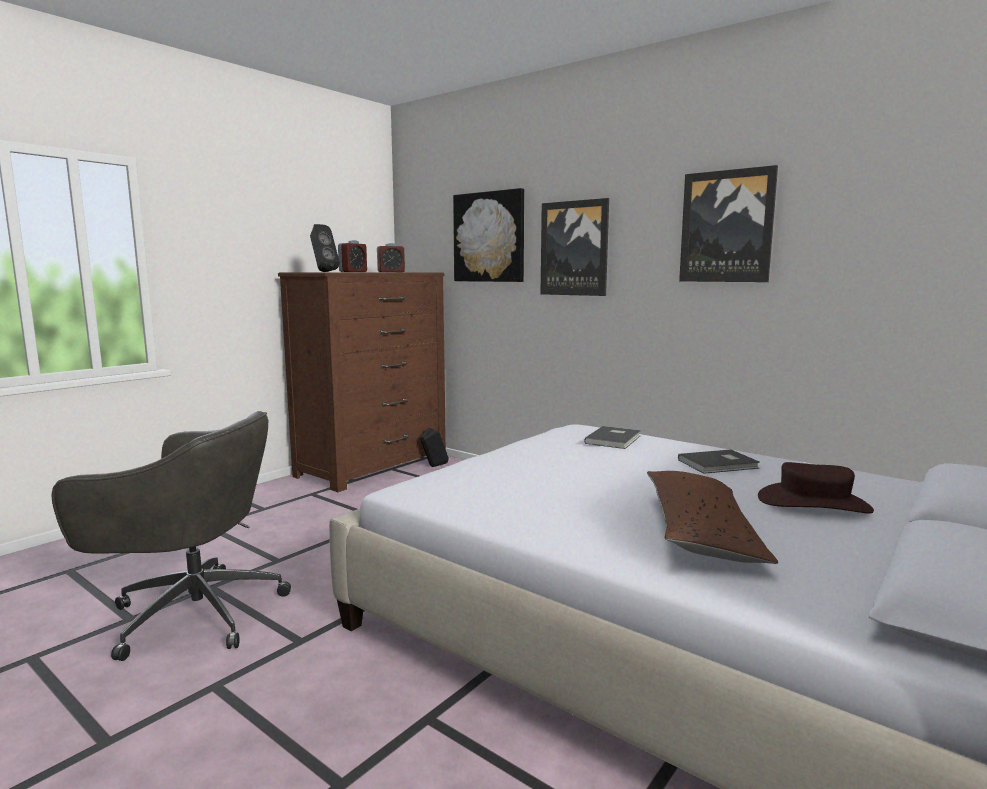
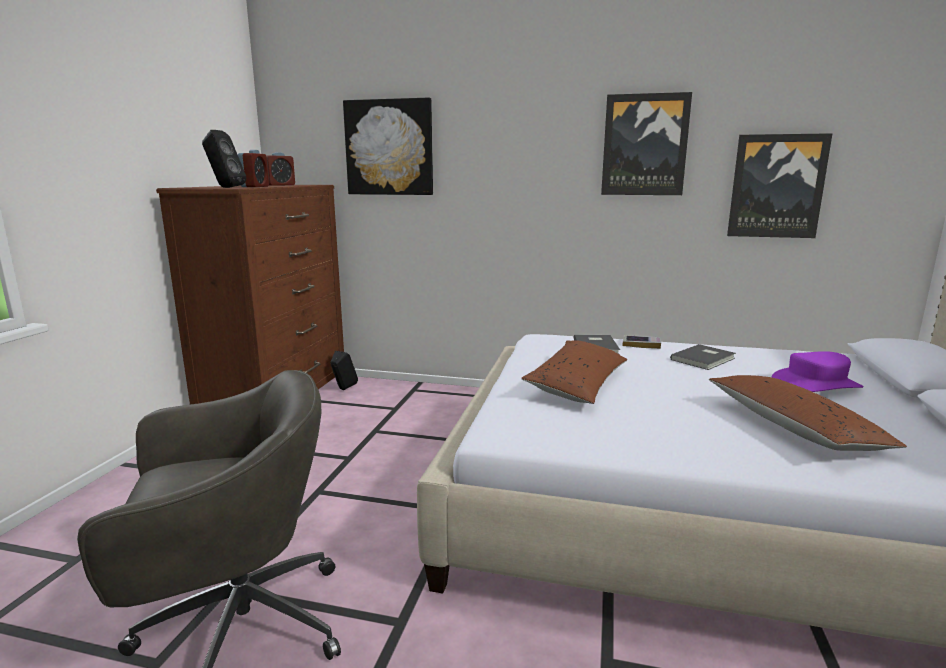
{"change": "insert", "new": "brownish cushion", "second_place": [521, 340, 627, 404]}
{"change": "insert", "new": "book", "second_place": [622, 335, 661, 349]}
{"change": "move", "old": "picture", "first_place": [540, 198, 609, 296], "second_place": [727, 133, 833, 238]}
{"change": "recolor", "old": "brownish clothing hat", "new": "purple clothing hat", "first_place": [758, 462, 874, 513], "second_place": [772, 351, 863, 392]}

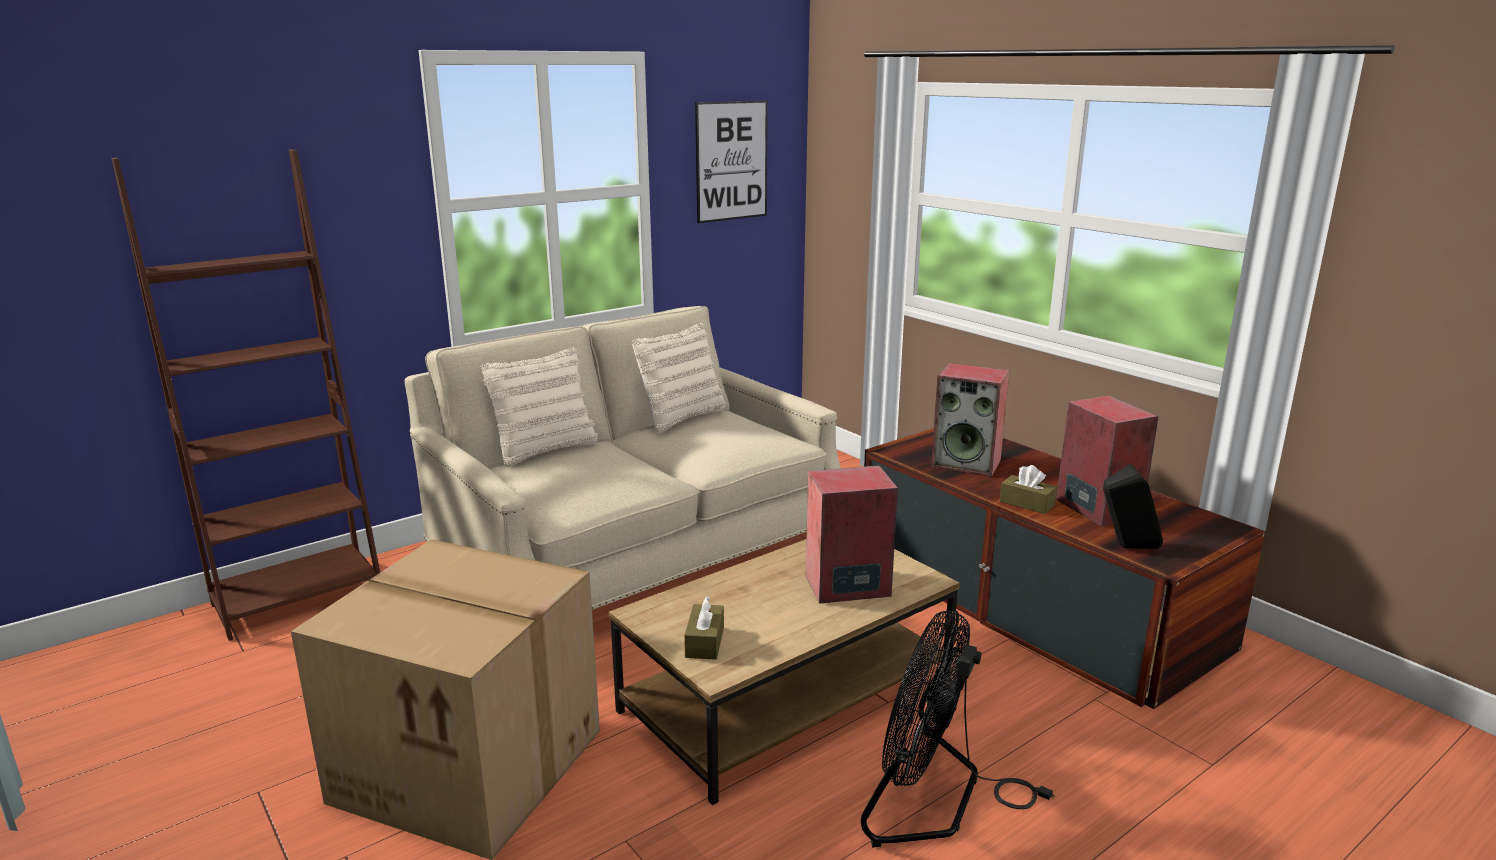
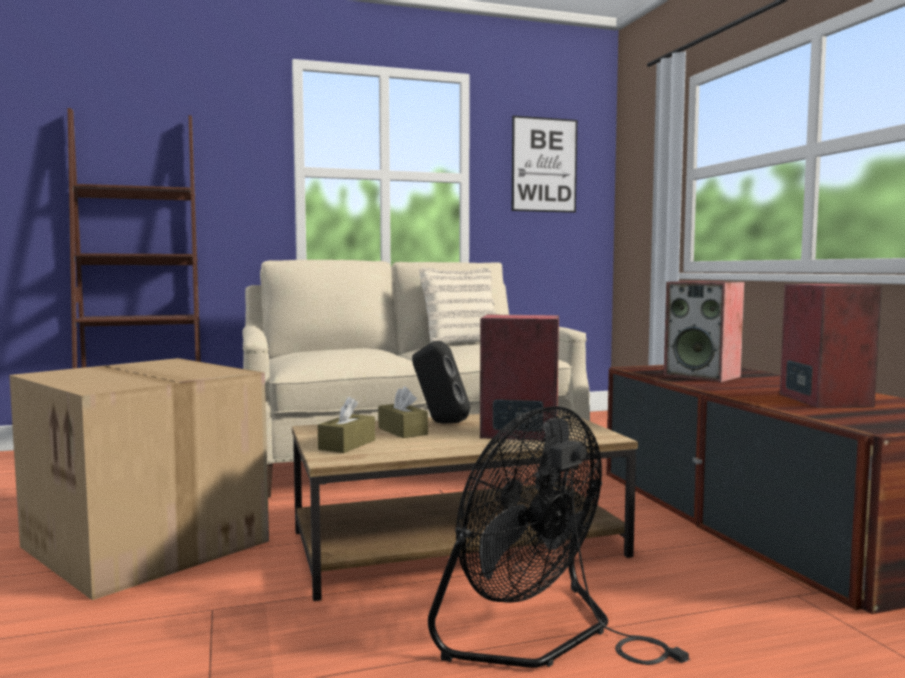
{"change": "delete", "old": "beige-coloured cushion", "first_place": [481, 347, 598, 467]}
{"change": "move", "old": "brownish tissue holder", "first_place": [1000, 465, 1057, 514], "second_place": [378, 386, 428, 438]}
{"change": "move", "old": "black loudspeaker", "first_place": [1103, 464, 1163, 549], "second_place": [412, 341, 470, 424]}

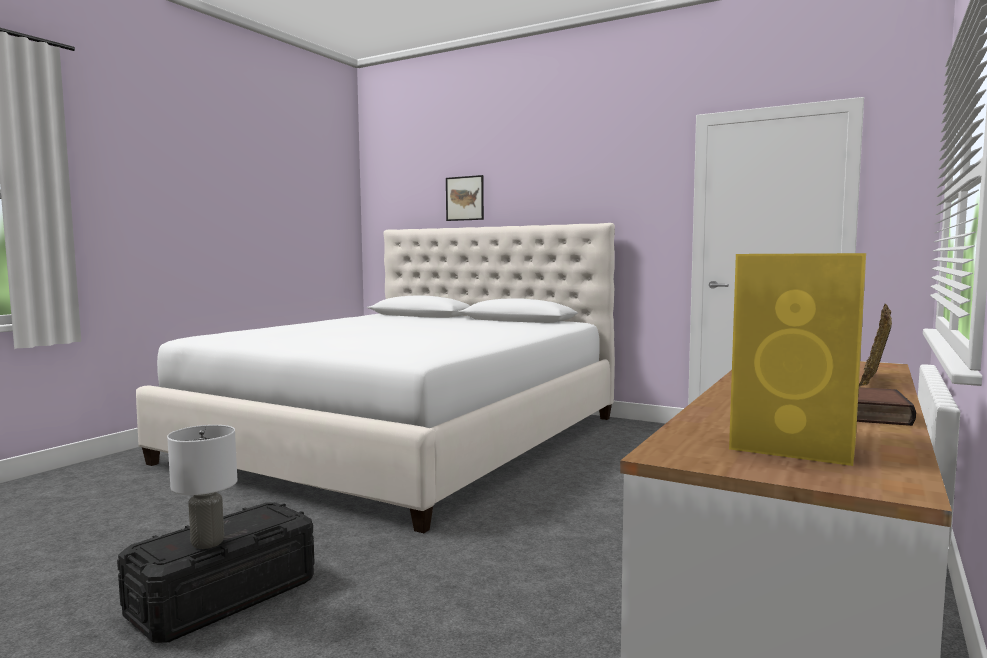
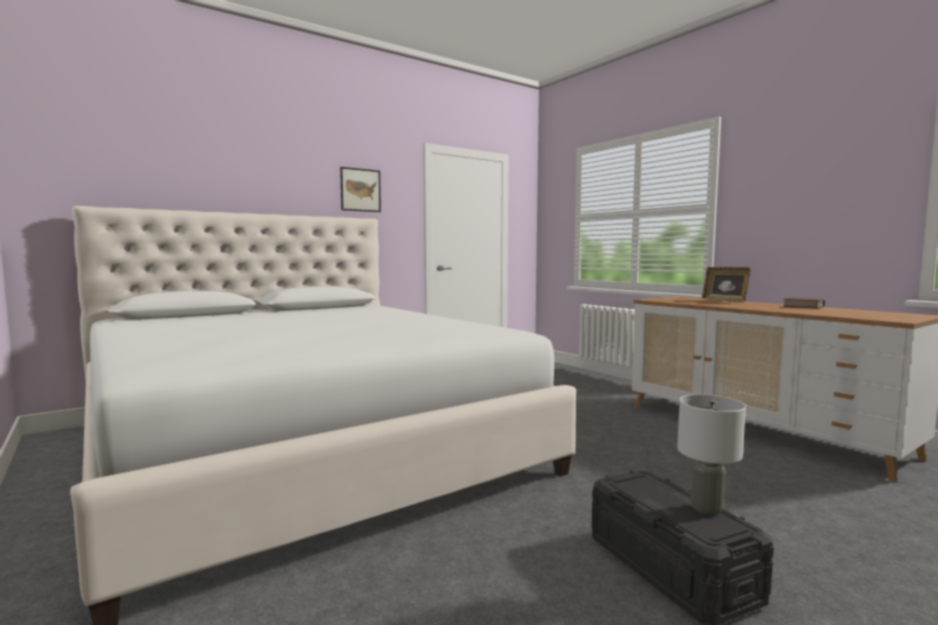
{"change": "delete", "old": "yellow loudspeaker", "first_place": [729, 253, 866, 466]}
{"change": "move", "old": "picture", "first_place": [446, 175, 484, 221], "second_place": [340, 167, 381, 212]}

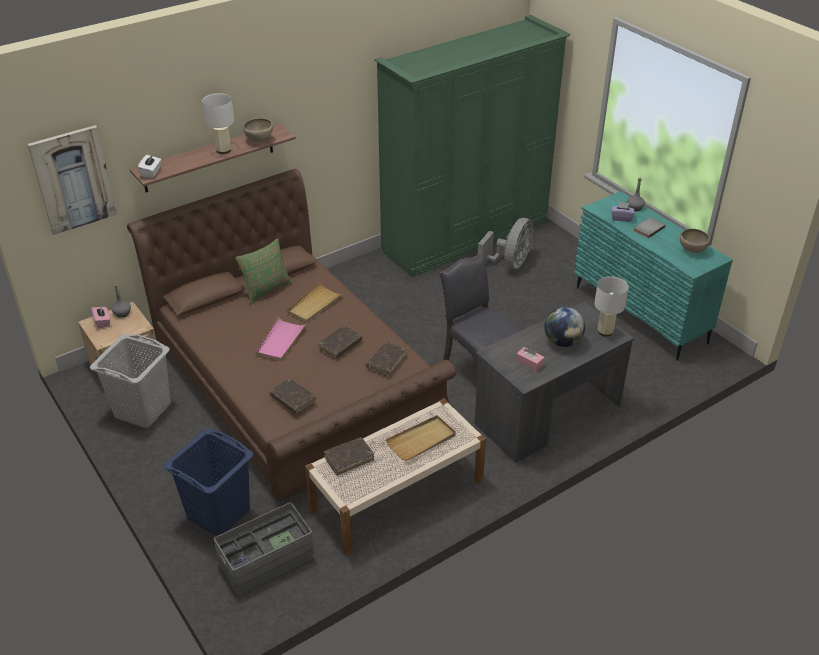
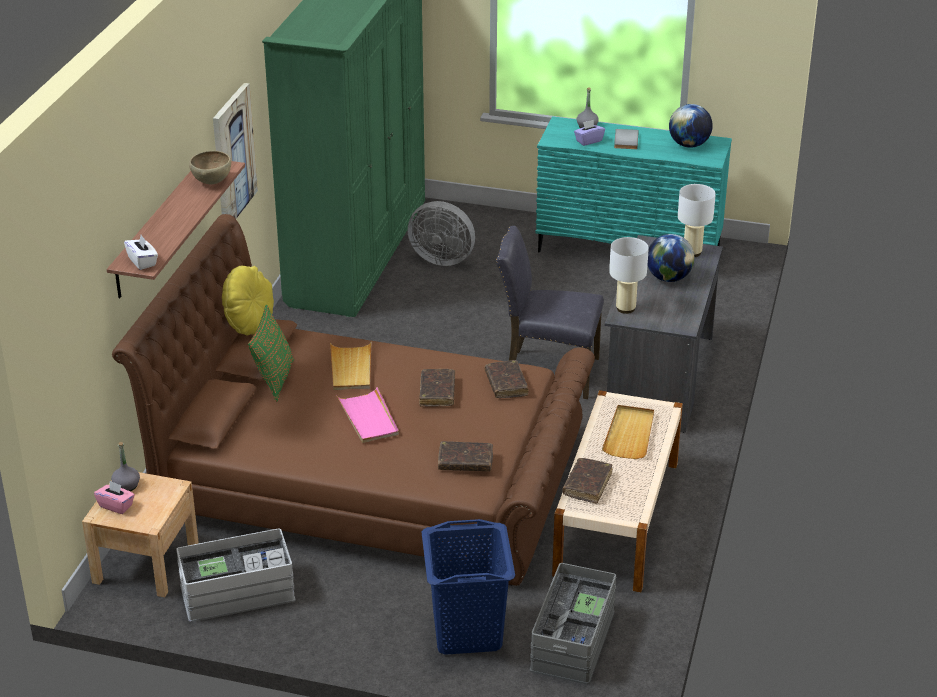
{"change": "delete", "old": "pinkish tissue holder", "first_place": [516, 347, 545, 372]}
{"change": "insert", "new": "yellow cushion", "second_place": [222, 266, 274, 336]}
{"change": "move", "old": "picture", "first_place": [28, 125, 117, 235], "second_place": [213, 83, 258, 219]}
{"change": "move", "old": "white-coloured table lamp", "first_place": [202, 93, 234, 154], "second_place": [609, 237, 648, 314]}
{"change": "replace", "old": "grey laundry basket", "new": "grey storage box", "first_place": [90, 334, 171, 428], "second_place": [176, 528, 295, 622]}
{"change": "replace", "old": "brownish serving bowl", "new": "world globe", "first_place": [680, 228, 710, 253], "second_place": [669, 104, 713, 148]}
{"change": "rotate", "old": "grey fan", "first_place": [478, 218, 533, 269], "second_place": [408, 201, 475, 266], "degrees": 120}

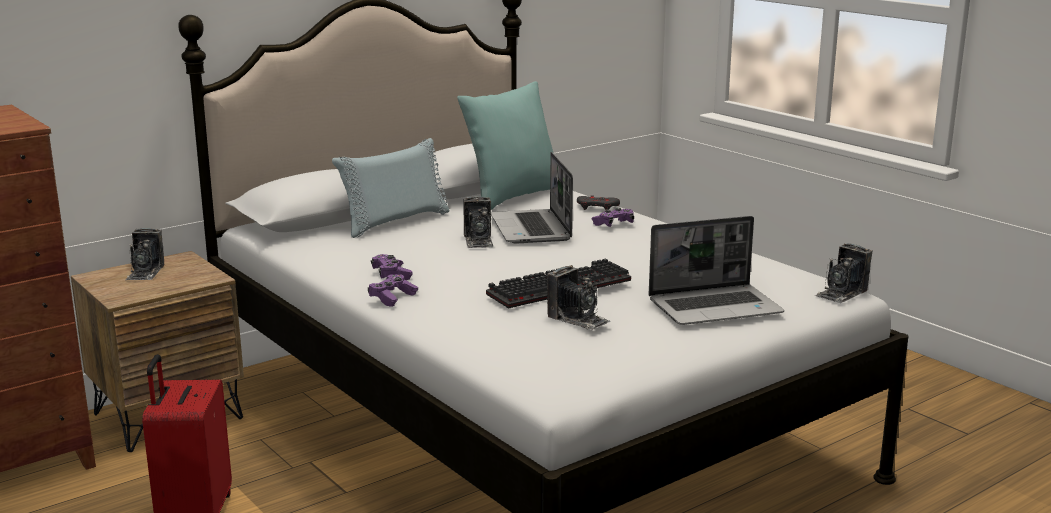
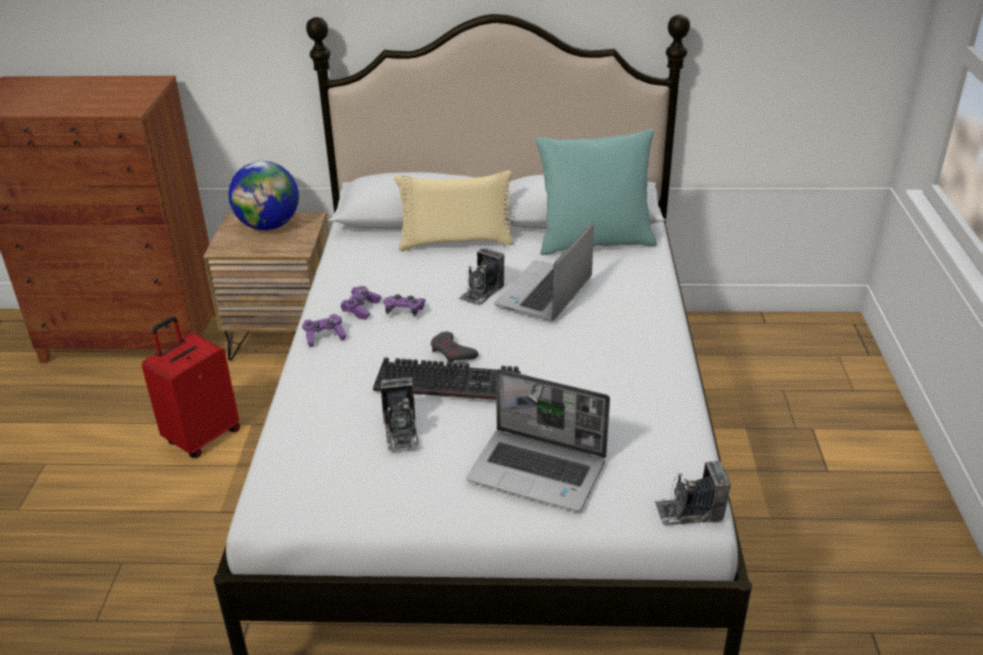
{"change": "move", "old": "grey gamepad", "first_place": [577, 195, 620, 210], "second_place": [431, 332, 479, 363]}
{"change": "move", "old": "purple gamepad", "first_place": [591, 208, 634, 227], "second_place": [384, 294, 426, 316]}
{"change": "replace", "old": "still camera", "new": "world globe", "first_place": [126, 228, 164, 280], "second_place": [228, 161, 299, 230]}
{"change": "recolor", "old": "blue-coloured cushion", "new": "beige-coloured cushion", "first_place": [332, 138, 449, 238], "second_place": [394, 170, 513, 252]}

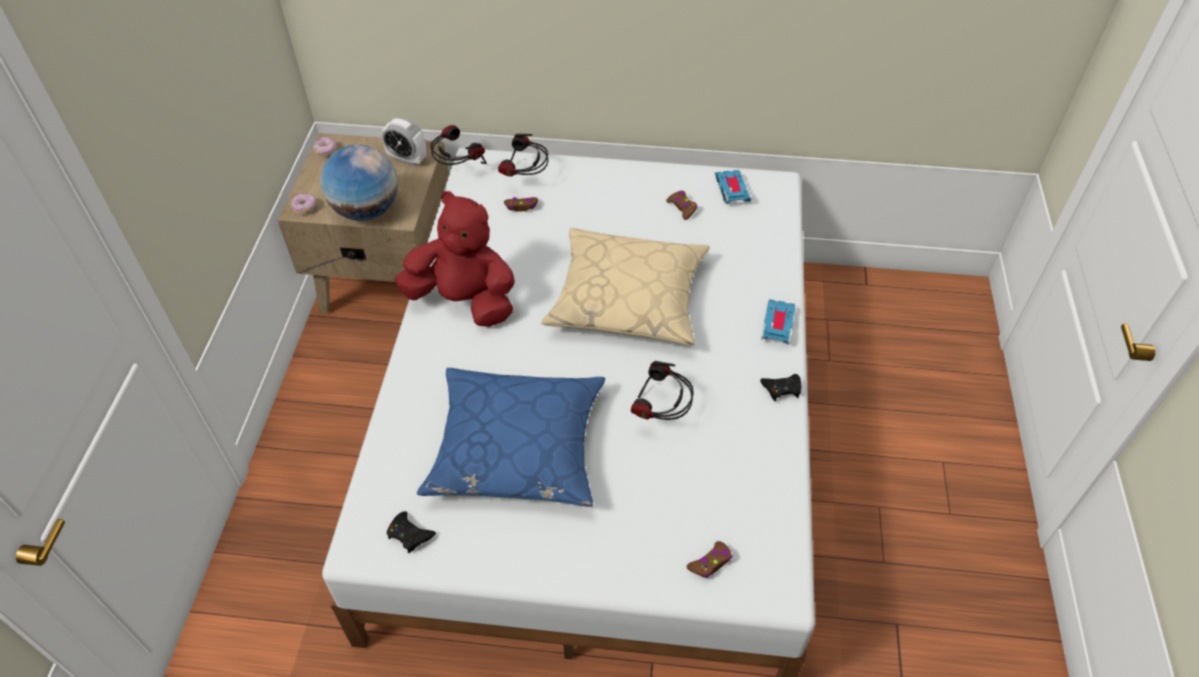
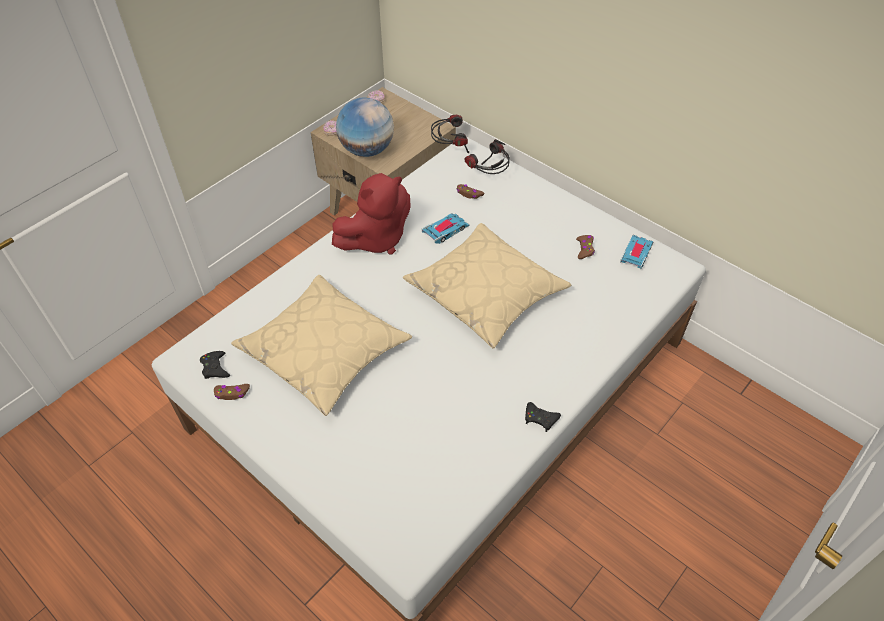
{"change": "delete", "old": "table clock", "first_place": [381, 117, 426, 166]}
{"change": "delete", "old": "pair of headphones", "first_place": [631, 361, 694, 420]}
{"change": "move", "old": "brownish gamepad", "first_place": [687, 541, 732, 578], "second_place": [214, 384, 250, 400]}
{"change": "move", "old": "toy car", "first_place": [761, 299, 795, 345], "second_place": [422, 213, 469, 244]}
{"change": "recolor", "old": "blue-coloured cushion", "new": "beige-coloured cushion", "first_place": [417, 368, 605, 507], "second_place": [231, 275, 412, 416]}
{"change": "rotate", "old": "reddish plush toy", "first_place": [395, 191, 515, 327], "second_place": [332, 173, 411, 255], "degrees": 90}

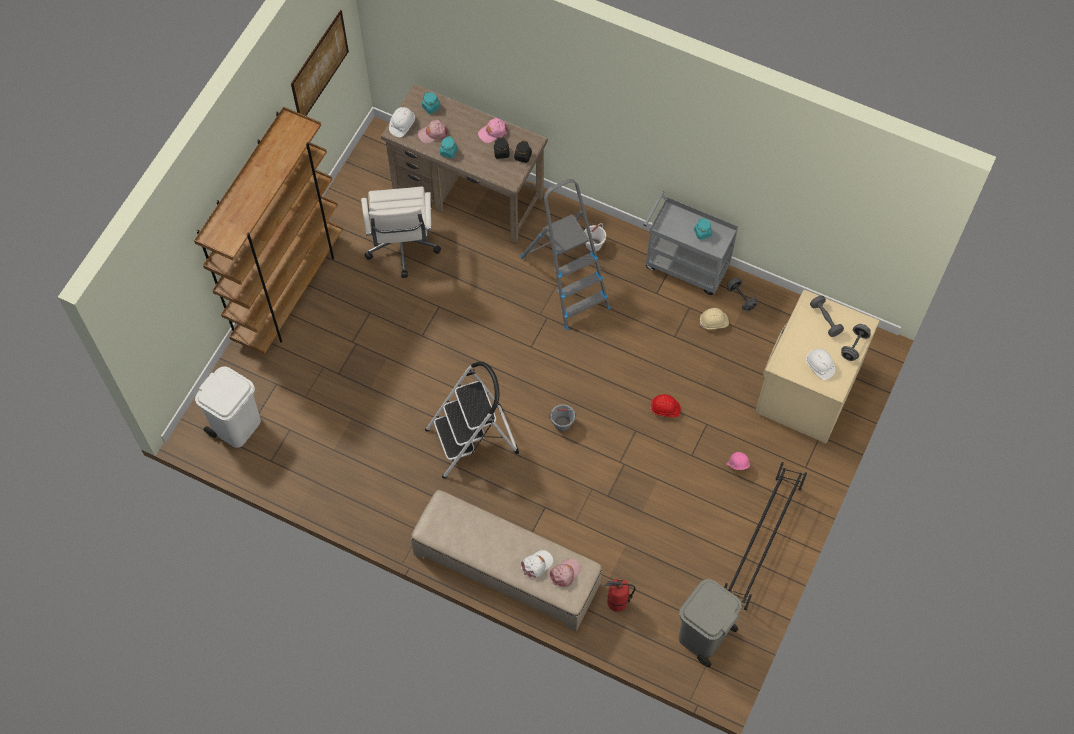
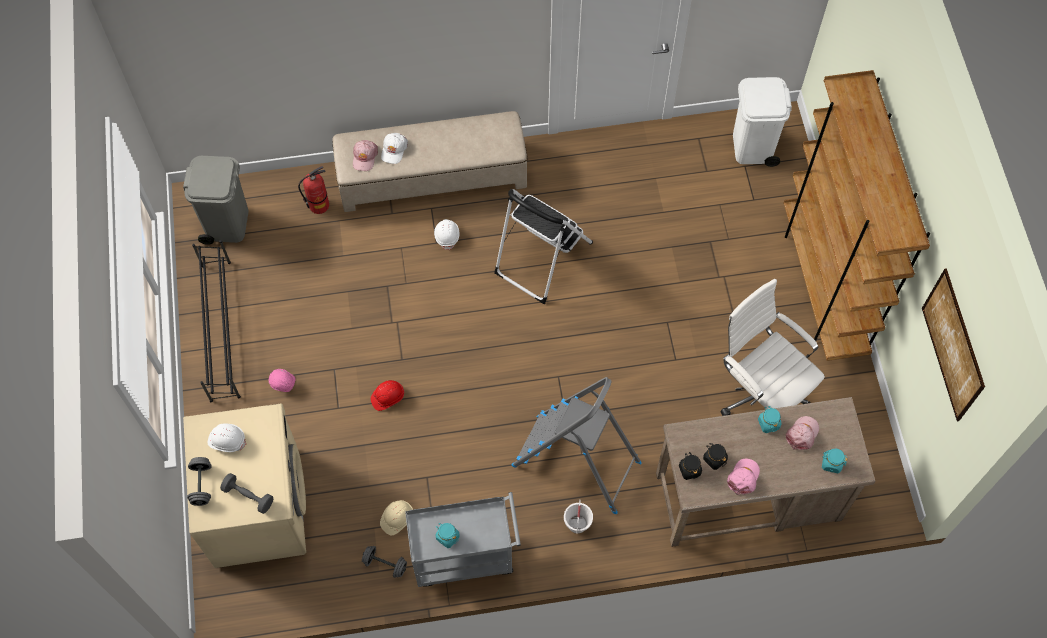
{"change": "delete", "old": "grey bucket", "first_place": [549, 404, 576, 431]}
{"change": "move", "old": "white-coloured hard hat", "first_place": [389, 107, 415, 137], "second_place": [434, 219, 460, 250]}

